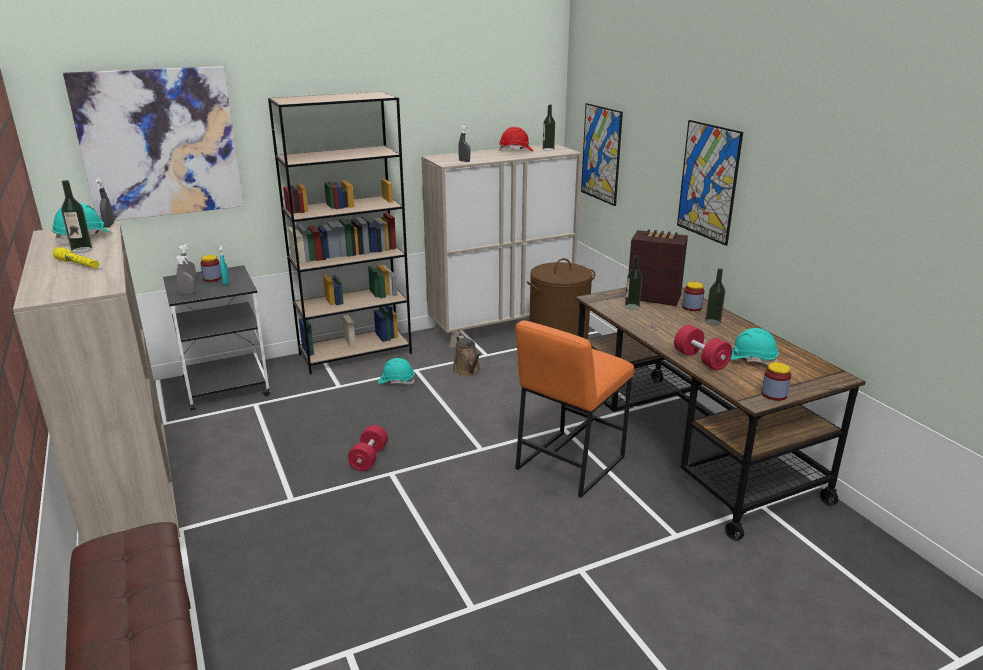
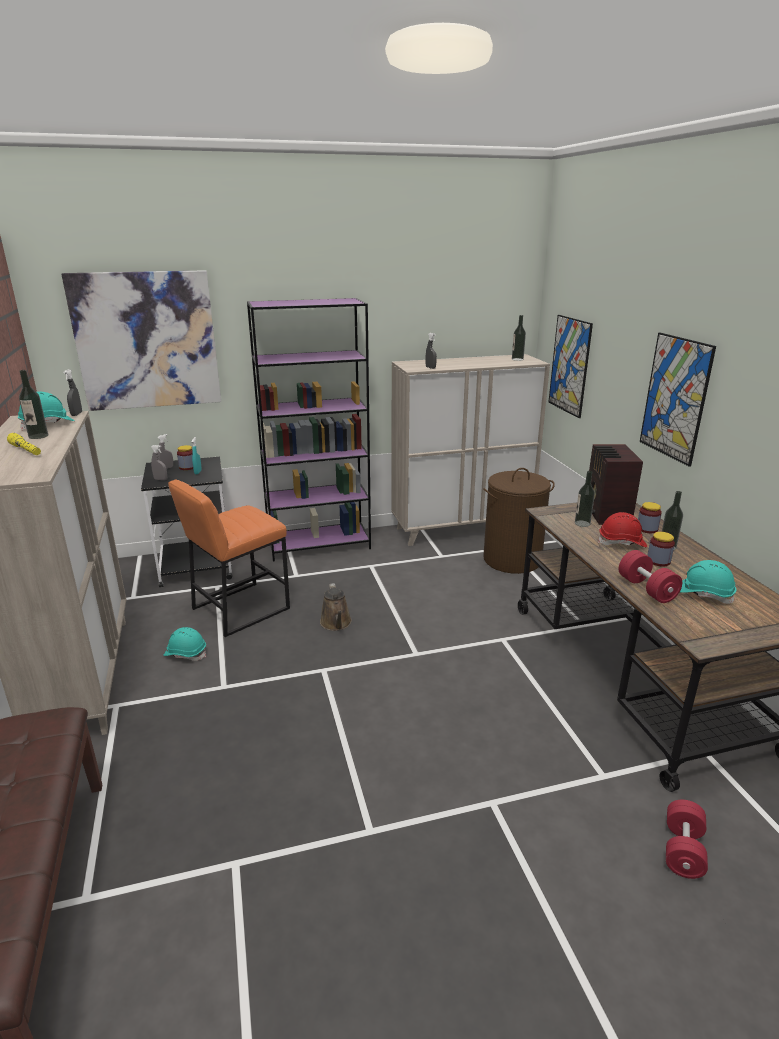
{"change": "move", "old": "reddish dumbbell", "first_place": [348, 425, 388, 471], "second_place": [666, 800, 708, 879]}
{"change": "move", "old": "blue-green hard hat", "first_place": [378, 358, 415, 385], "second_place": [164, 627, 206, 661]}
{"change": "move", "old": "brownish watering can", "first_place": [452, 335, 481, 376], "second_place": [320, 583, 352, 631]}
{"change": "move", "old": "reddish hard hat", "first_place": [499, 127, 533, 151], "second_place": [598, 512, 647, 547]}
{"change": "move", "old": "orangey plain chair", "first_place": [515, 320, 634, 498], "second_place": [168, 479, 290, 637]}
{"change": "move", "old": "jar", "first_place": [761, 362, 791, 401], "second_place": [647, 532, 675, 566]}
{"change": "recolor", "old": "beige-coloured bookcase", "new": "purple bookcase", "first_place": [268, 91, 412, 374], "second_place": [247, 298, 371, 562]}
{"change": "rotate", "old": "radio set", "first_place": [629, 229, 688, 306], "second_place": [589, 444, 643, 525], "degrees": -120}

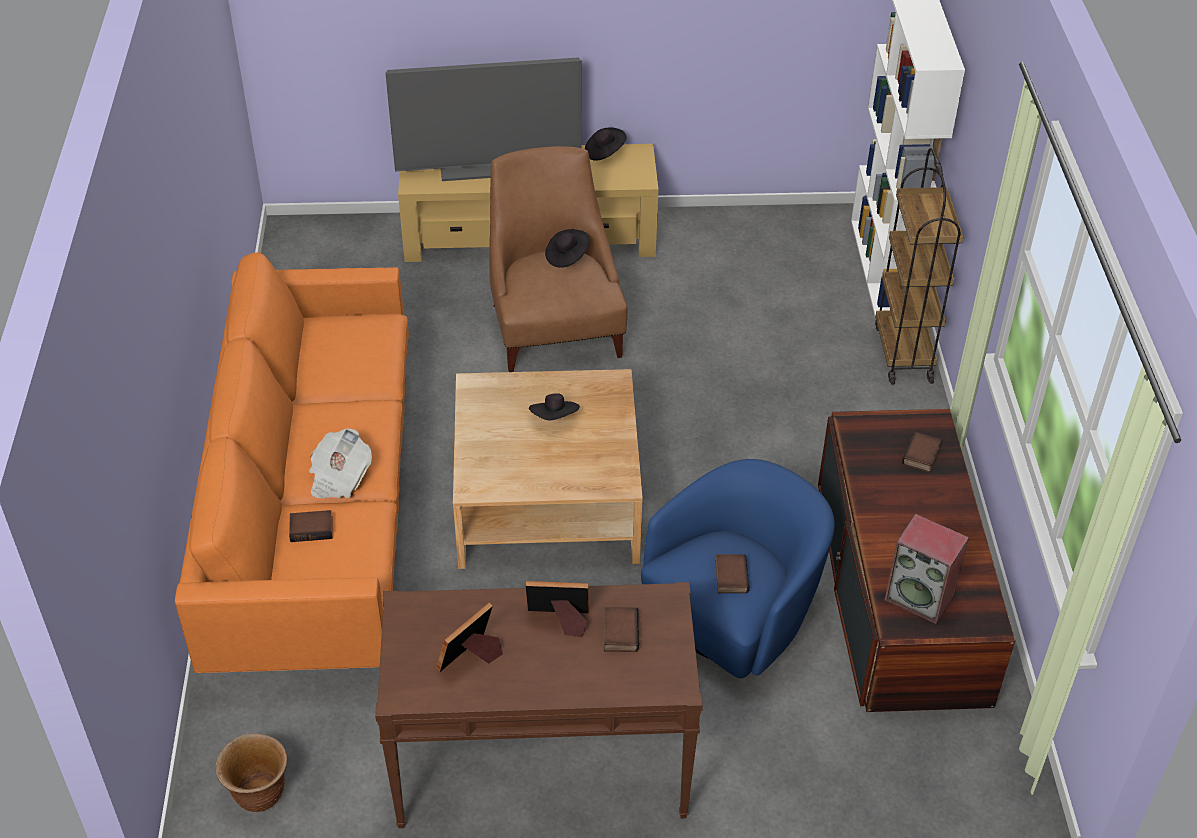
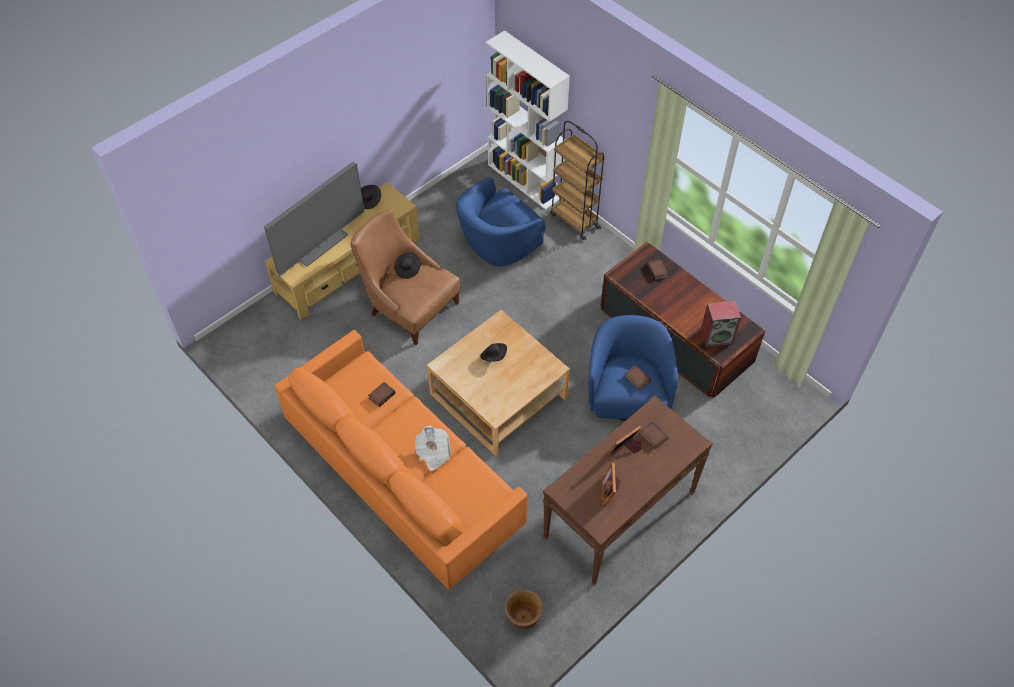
{"change": "insert", "new": "blue-coloured easy chair", "second_place": [456, 177, 546, 266]}
{"change": "move", "old": "book", "first_place": [289, 510, 333, 542], "second_place": [368, 382, 396, 407]}

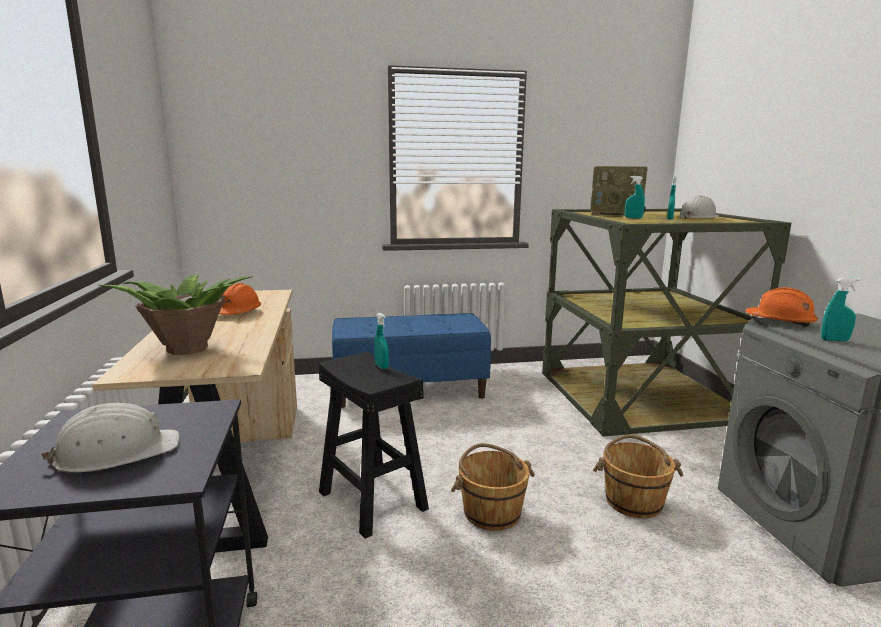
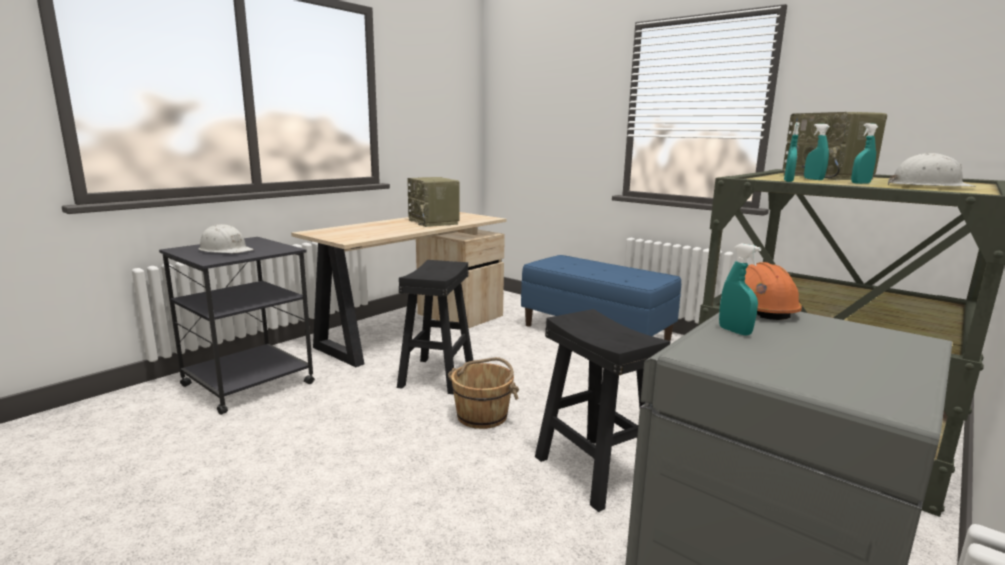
{"change": "delete", "old": "plant in a pot", "first_place": [98, 274, 253, 355]}
{"change": "move", "old": "blue-green sprayer", "first_place": [374, 313, 389, 369], "second_place": [784, 122, 800, 182]}
{"change": "replace", "old": "orangey hard hat", "new": "radio set", "first_place": [219, 283, 261, 315], "second_place": [407, 177, 460, 227]}
{"change": "replace", "old": "brownish bucket", "new": "black stool", "first_place": [593, 434, 683, 518], "second_place": [535, 309, 671, 512]}

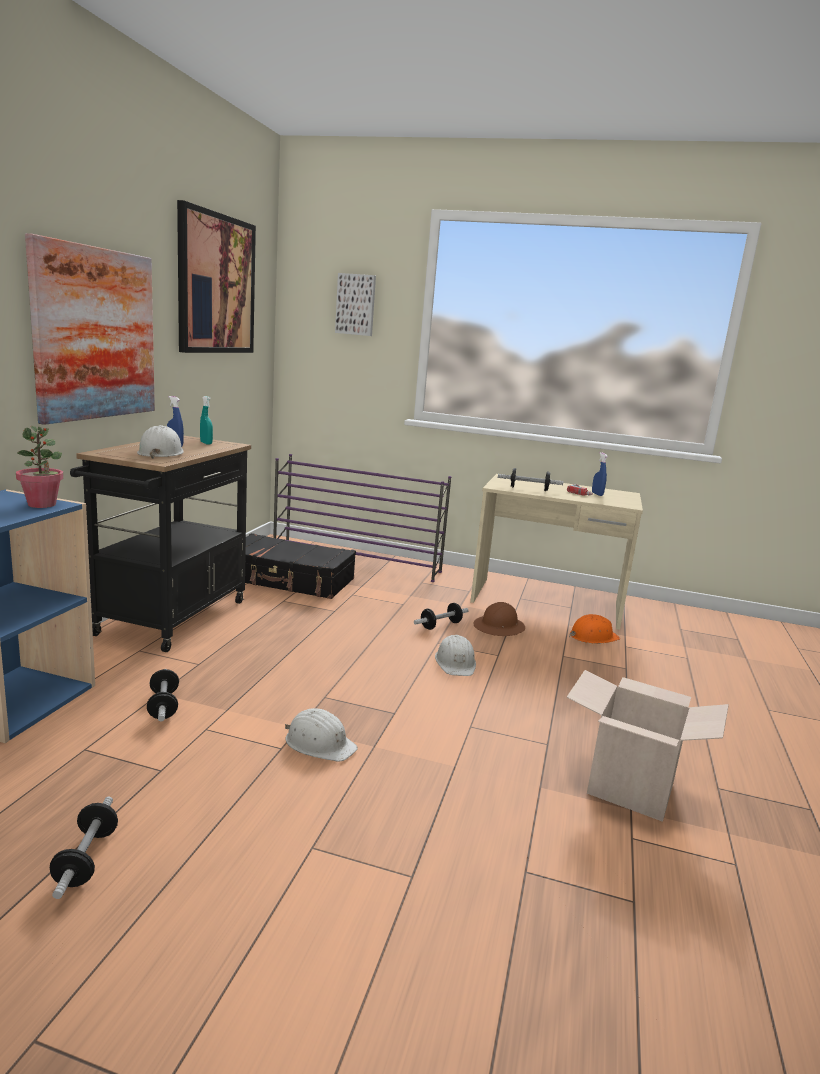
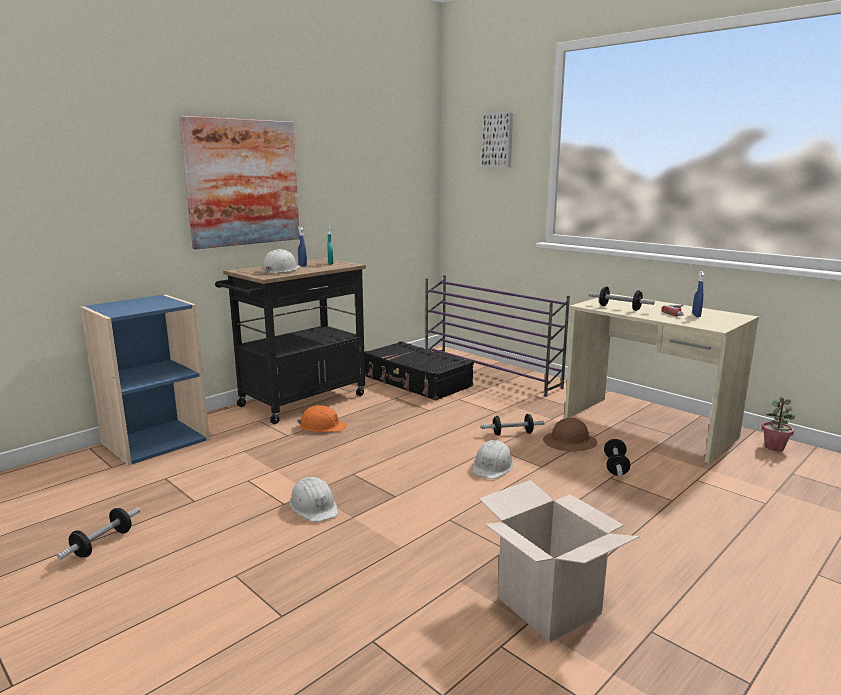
{"change": "delete", "old": "picture", "first_place": [177, 200, 256, 353]}
{"change": "move", "old": "plant in a pot", "first_place": [16, 426, 64, 508], "second_place": [761, 397, 795, 451]}
{"change": "move", "old": "dumbbell", "first_place": [147, 669, 179, 722], "second_place": [604, 439, 630, 476]}
{"change": "move", "old": "orangey hard hat", "first_place": [569, 614, 620, 644], "second_place": [297, 405, 347, 432]}

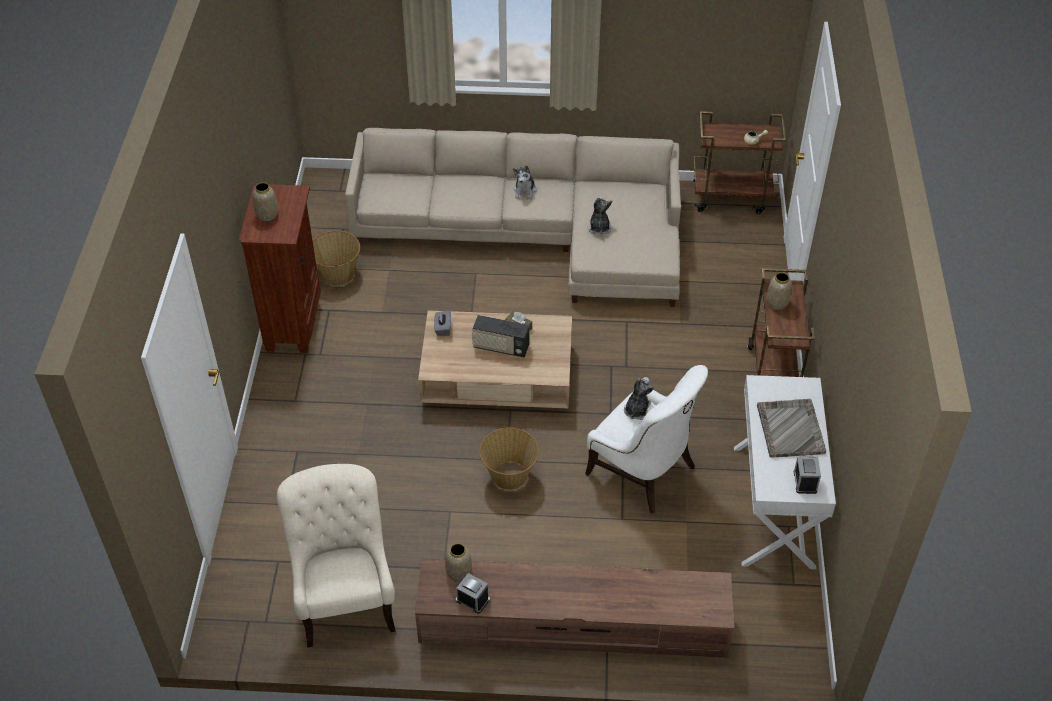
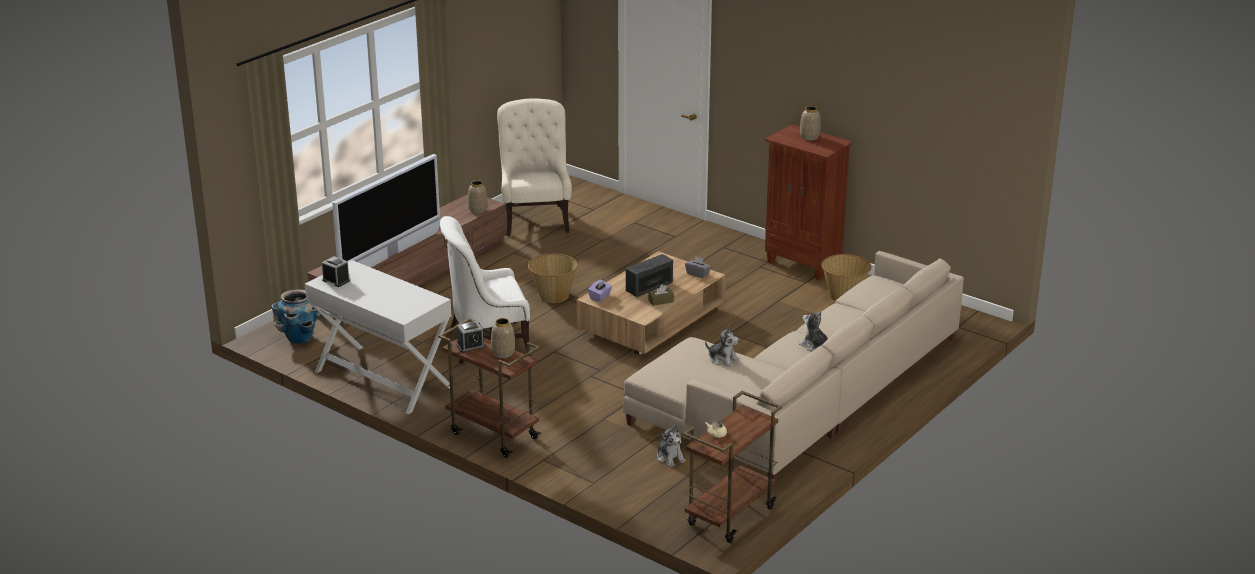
{"change": "delete", "old": "grey tray", "first_place": [757, 399, 826, 457]}
{"change": "insert", "new": "flower pot", "second_place": [271, 290, 321, 344]}
{"change": "insert", "new": "television", "second_place": [332, 154, 440, 267]}
{"change": "insert", "new": "purple tissue holder", "second_place": [588, 280, 612, 302]}
{"change": "move", "old": "table clock", "first_place": [456, 573, 490, 614], "second_place": [457, 321, 485, 353]}
{"change": "move", "old": "plush toy", "first_place": [624, 377, 654, 420], "second_place": [657, 425, 685, 467]}
{"change": "rotate", "old": "beige-coloured easy chair", "first_place": [277, 464, 396, 648], "second_place": [497, 98, 572, 236], "degrees": -120}

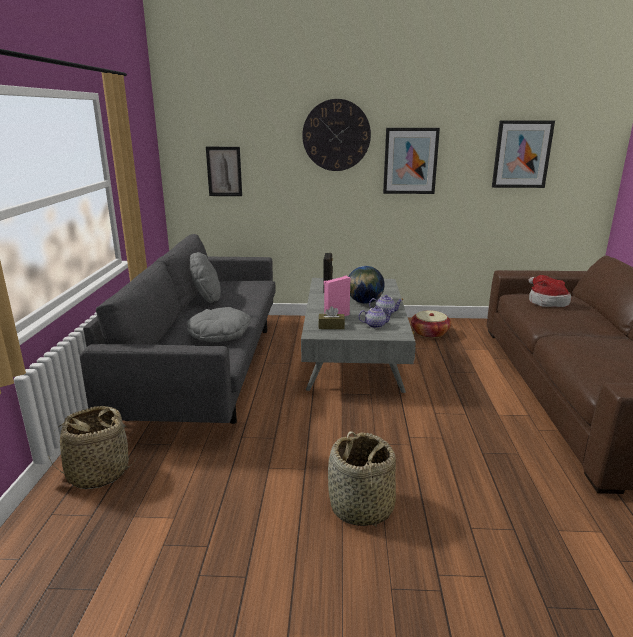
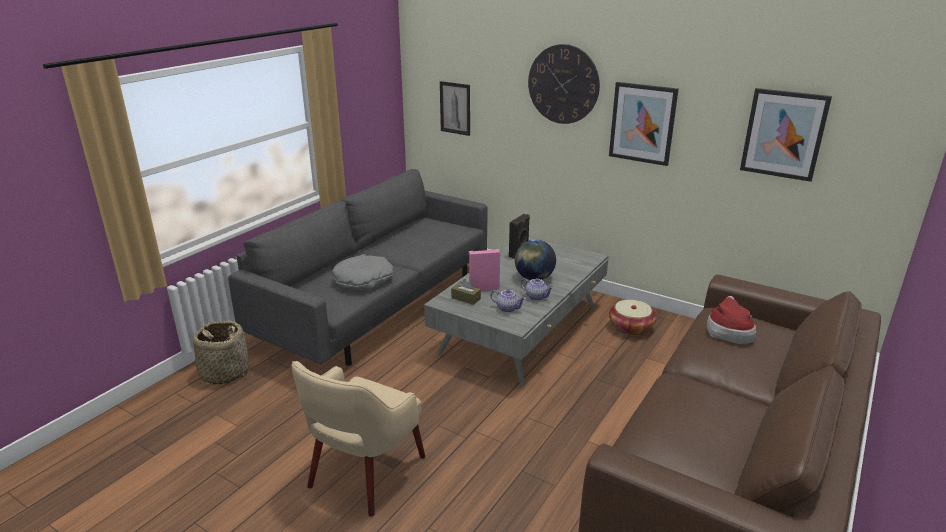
{"change": "delete", "old": "grey cushion", "first_place": [189, 252, 221, 303]}
{"change": "replace", "old": "household basket", "new": "beige-coloured easy chair", "first_place": [328, 431, 396, 527], "second_place": [292, 361, 425, 517]}

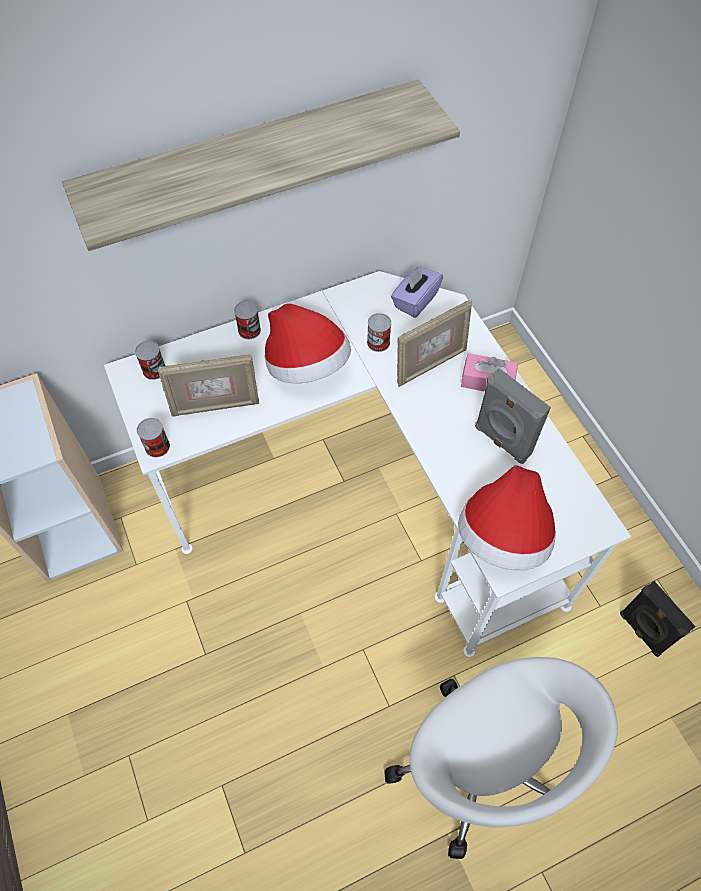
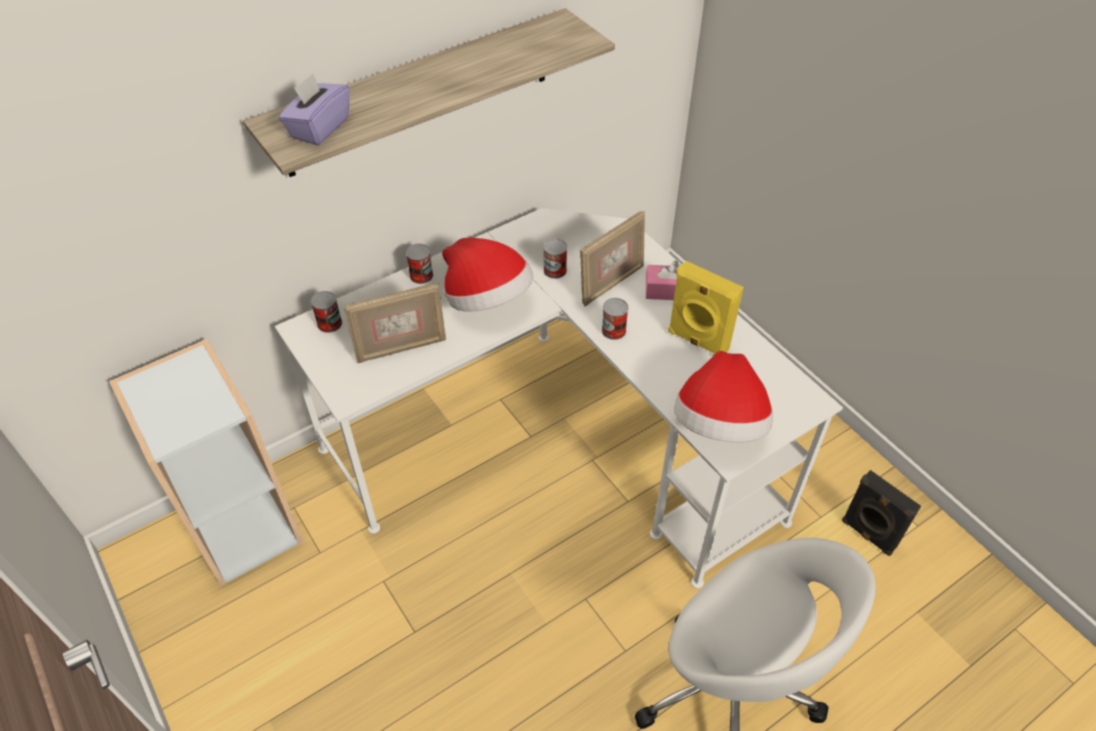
{"change": "move", "old": "metal can", "first_place": [137, 418, 170, 457], "second_place": [601, 298, 628, 340]}
{"change": "move", "old": "purple tissue holder", "first_place": [391, 266, 443, 318], "second_place": [279, 73, 350, 145]}
{"change": "recolor", "old": "grey loudspeaker", "new": "yellow loudspeaker", "first_place": [475, 368, 551, 464], "second_place": [668, 261, 744, 355]}

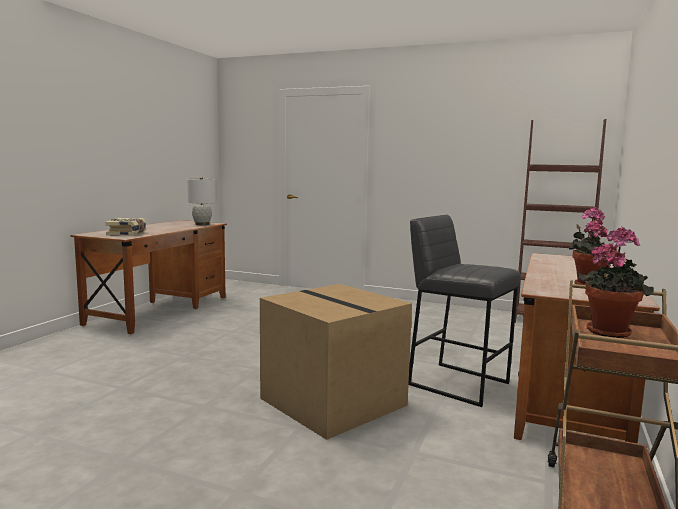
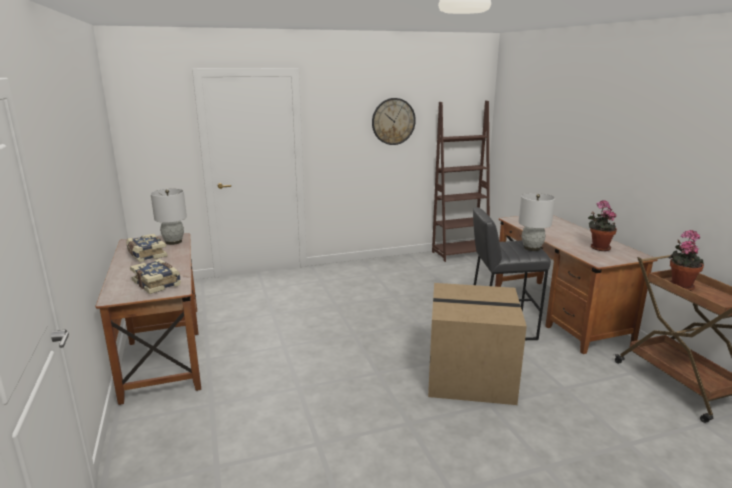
{"change": "insert", "new": "book", "second_place": [126, 234, 167, 262]}
{"change": "insert", "new": "hanging clock", "second_place": [372, 98, 416, 145]}
{"change": "insert", "new": "white-coloured table lamp", "second_place": [519, 193, 555, 251]}

